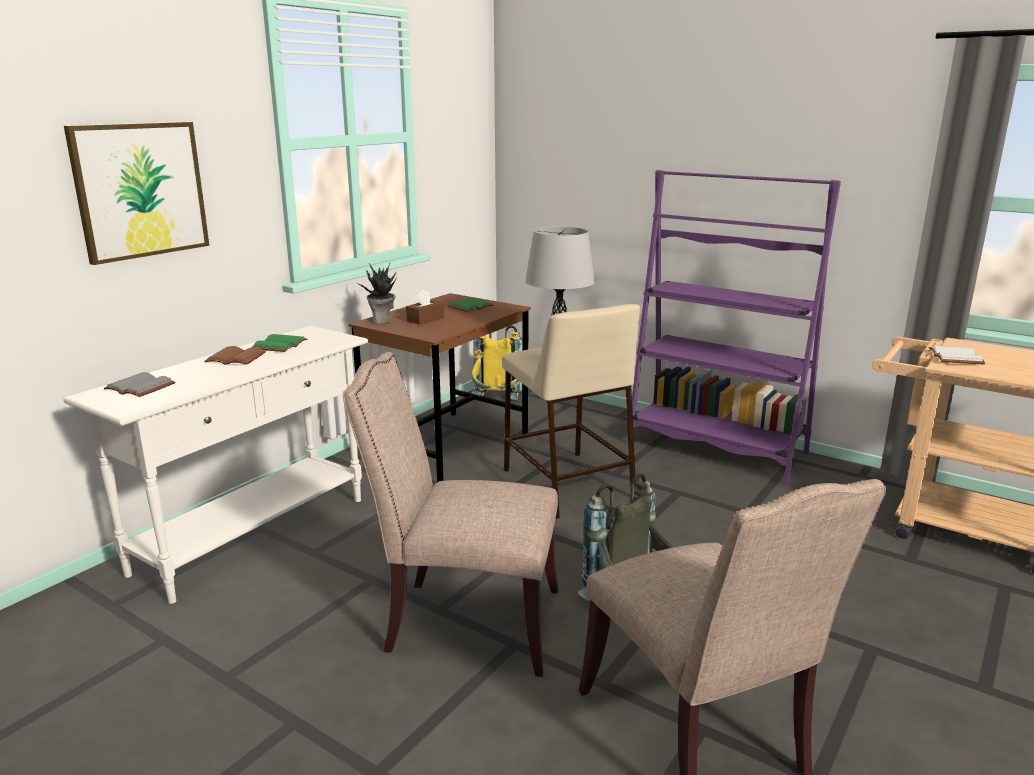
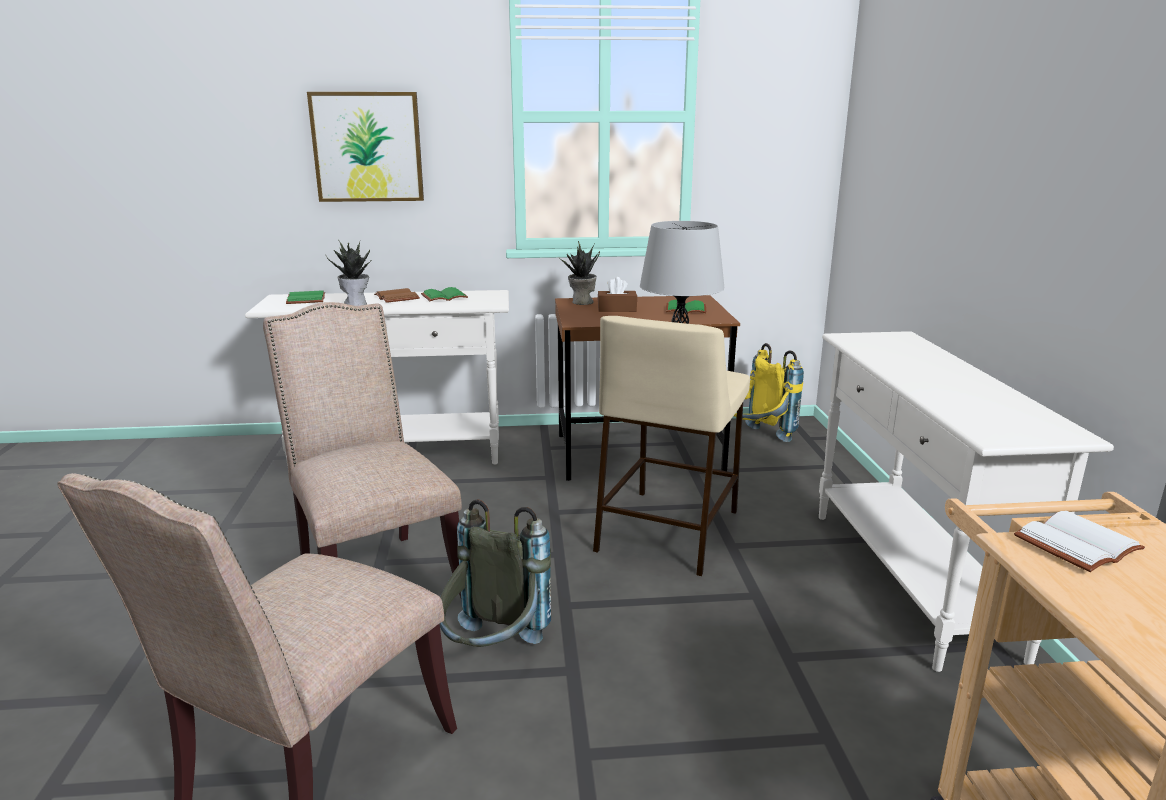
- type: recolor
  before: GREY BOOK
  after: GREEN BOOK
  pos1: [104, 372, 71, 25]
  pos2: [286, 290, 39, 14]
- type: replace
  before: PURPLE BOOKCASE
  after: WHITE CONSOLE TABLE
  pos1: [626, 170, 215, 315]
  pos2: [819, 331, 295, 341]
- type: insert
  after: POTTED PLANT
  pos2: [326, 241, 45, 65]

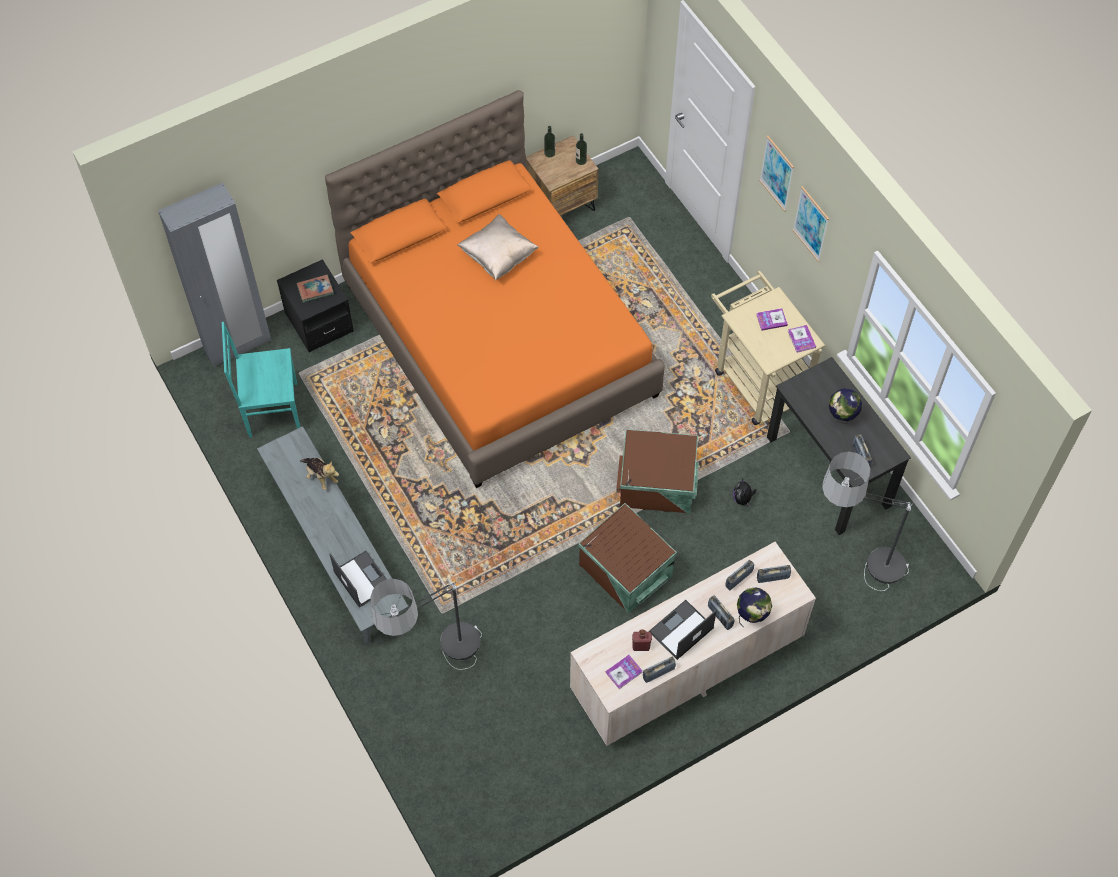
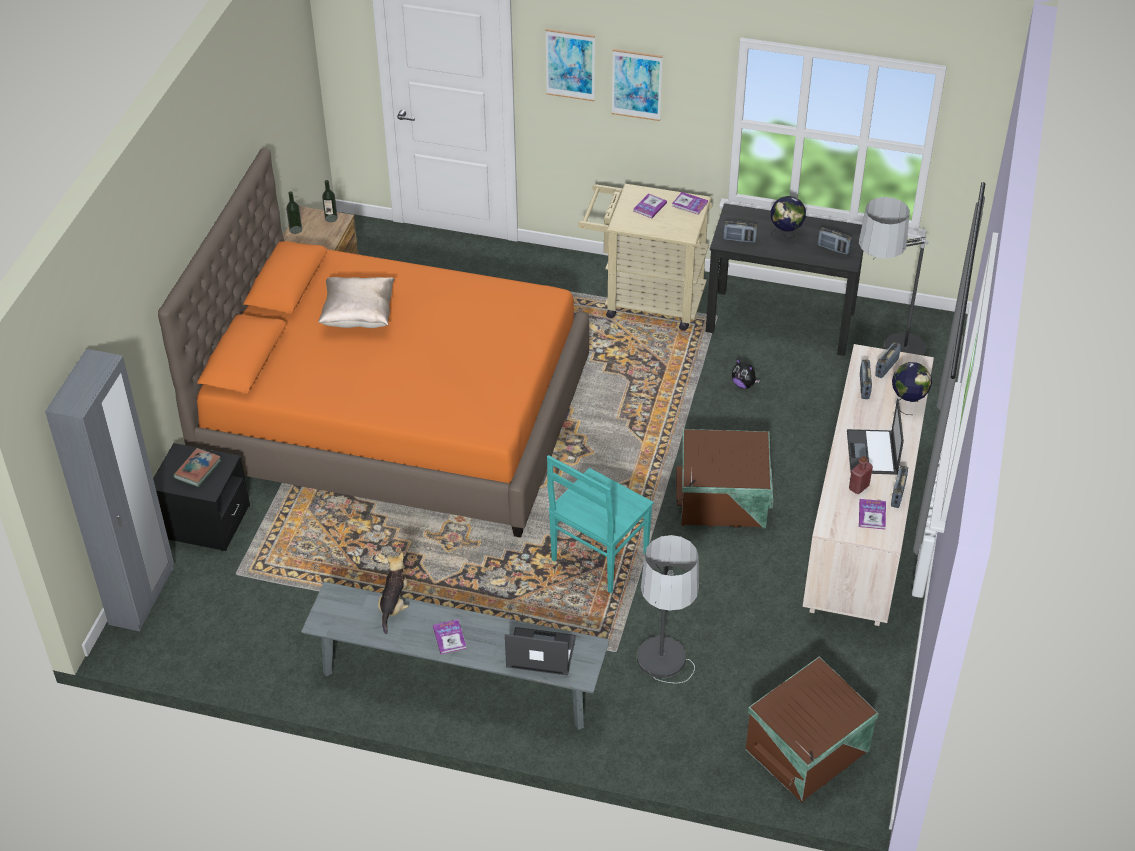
- type: move
  before: TURQUOISE CHAIR
  pos1: [222, 322, 78, 115]
  pos2: [547, 455, 106, 138]
- type: rotate
  before: PLUSH TOY
  pos1: [300, 458, 39, 32]
  pos2: [378, 552, 35, 82]
  turn: -75
- type: move
  before: BROWN STORAGE BOX
  pos1: [616, 429, 83, 85]
  pos2: [746, 657, 133, 145]
- type: move
  before: RADIO
  pos1: [708, 595, 26, 35]
  pos2: [723, 221, 35, 22]
- type: insert
  after: BOOK
  pos2: [433, 619, 34, 35]

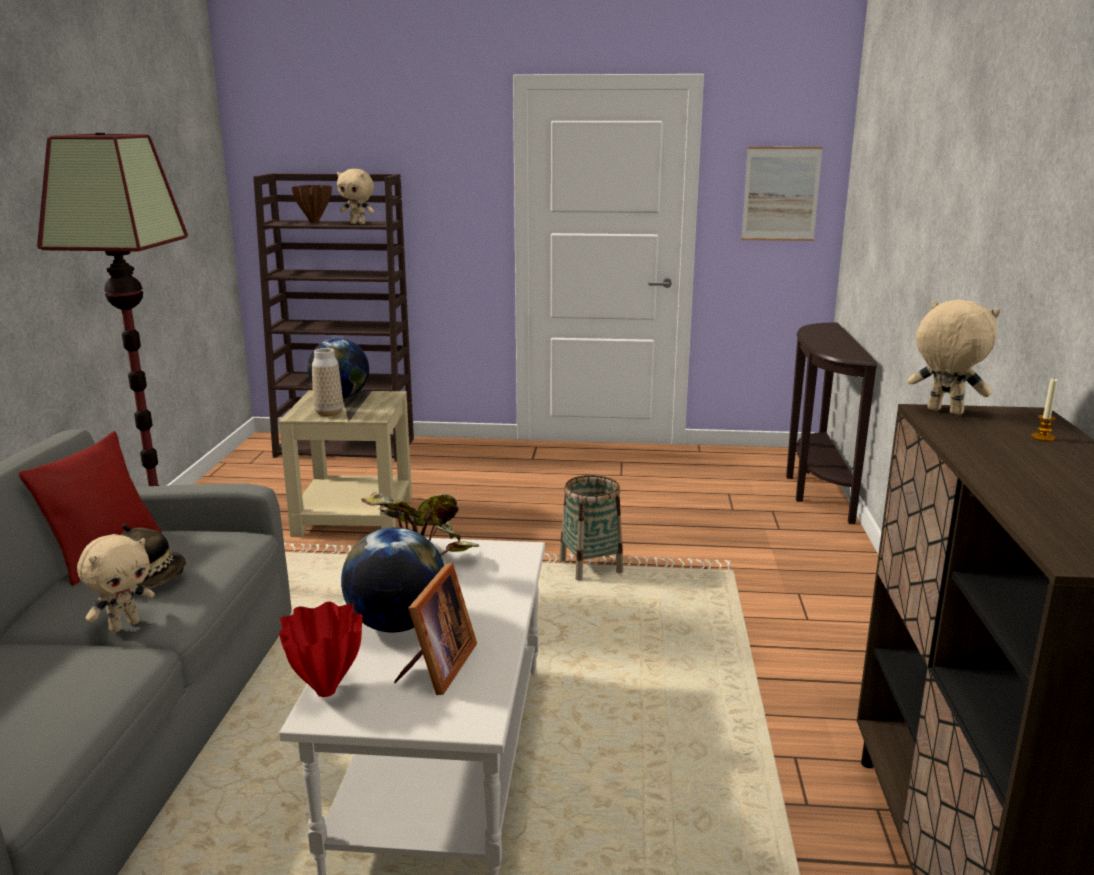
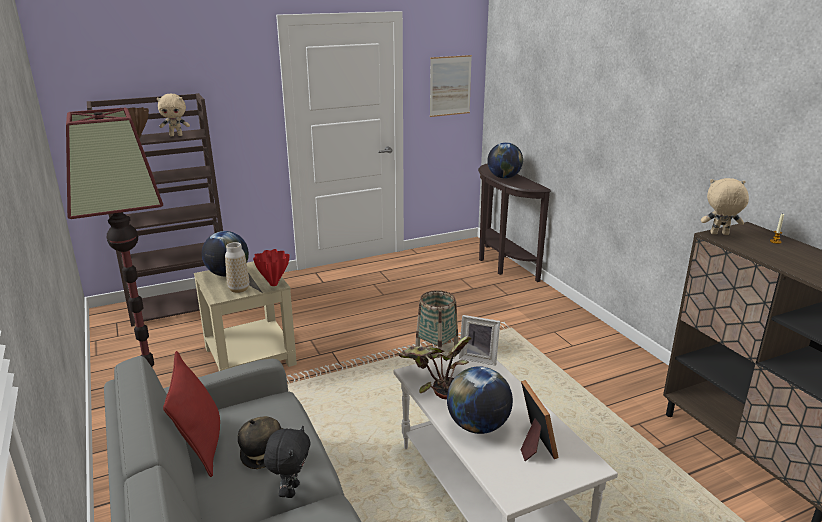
- type: recolor
  before: BEIGE PLUSH TOY
  after: BLACK PLUSH TOY
  pos1: [77, 534, 78, 99]
  pos2: [264, 426, 47, 72]
- type: move
  before: RED VASE
  pos1: [279, 602, 84, 95]
  pos2: [253, 249, 37, 37]
- type: insert
  after: PICTURE FRAME
  pos2: [459, 315, 41, 51]
- type: insert
  after: GLOBE
  pos2: [487, 142, 36, 37]

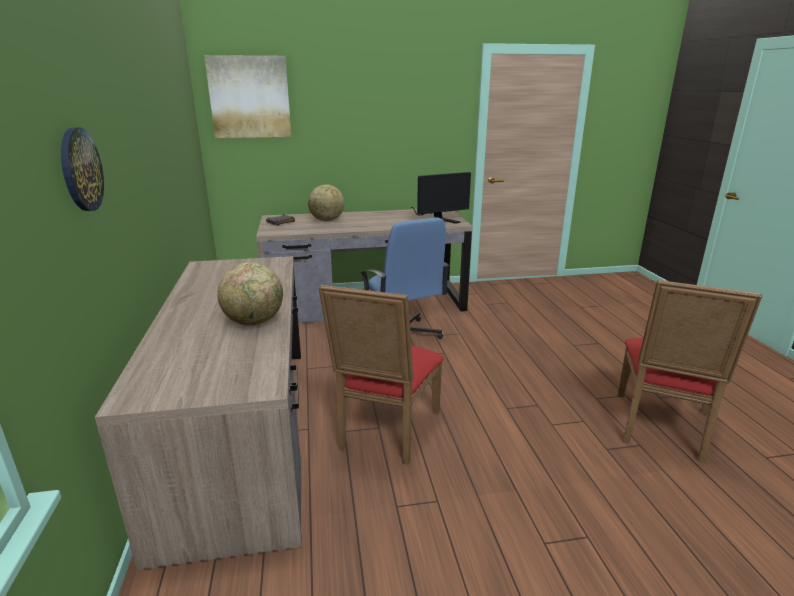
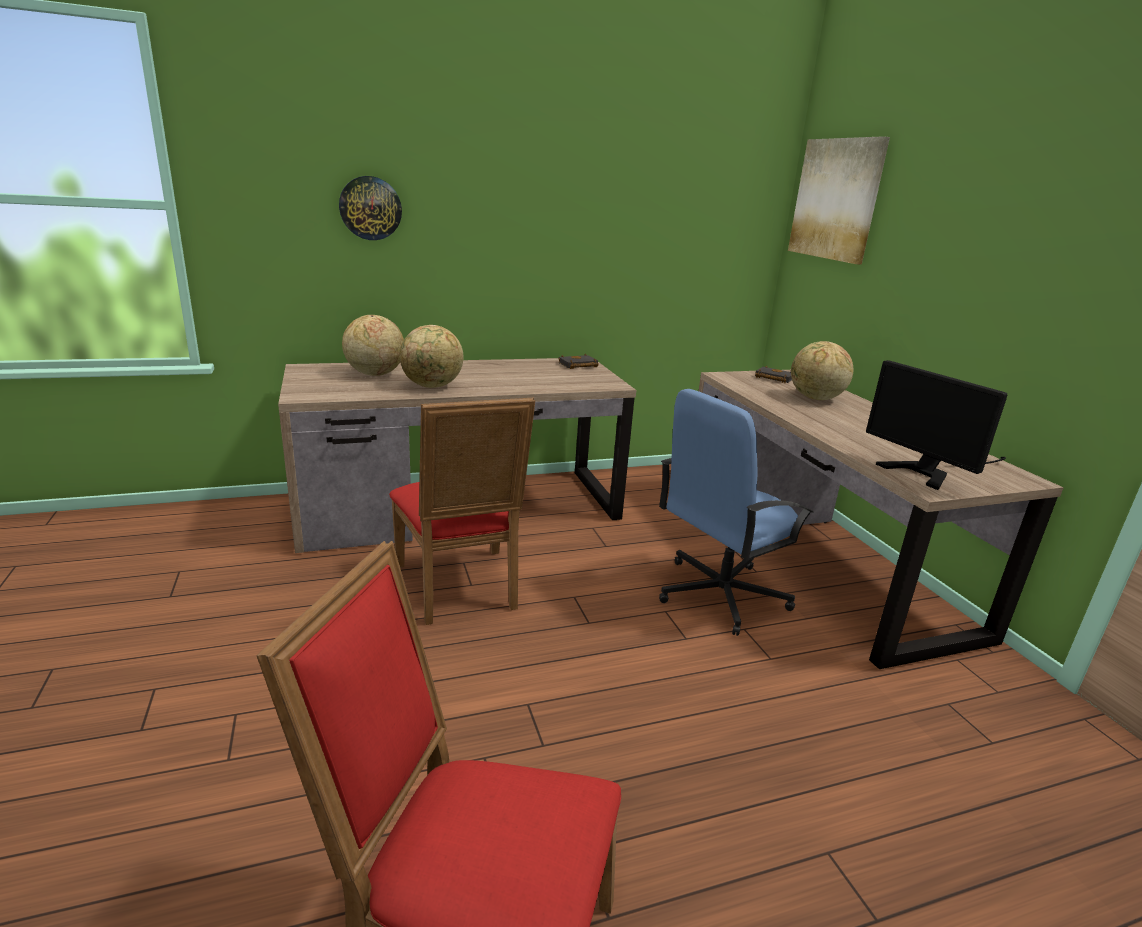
- type: rotate
  before: RED CHAIR
  pos1: [318, 285, 126, 179]
  pos2: [389, 398, 146, 227]
  turn: -120
- type: insert
  after: GLOBE
  pos2: [342, 315, 62, 61]
- type: insert
  after: BLACK BOOK
  pos2: [558, 354, 41, 15]

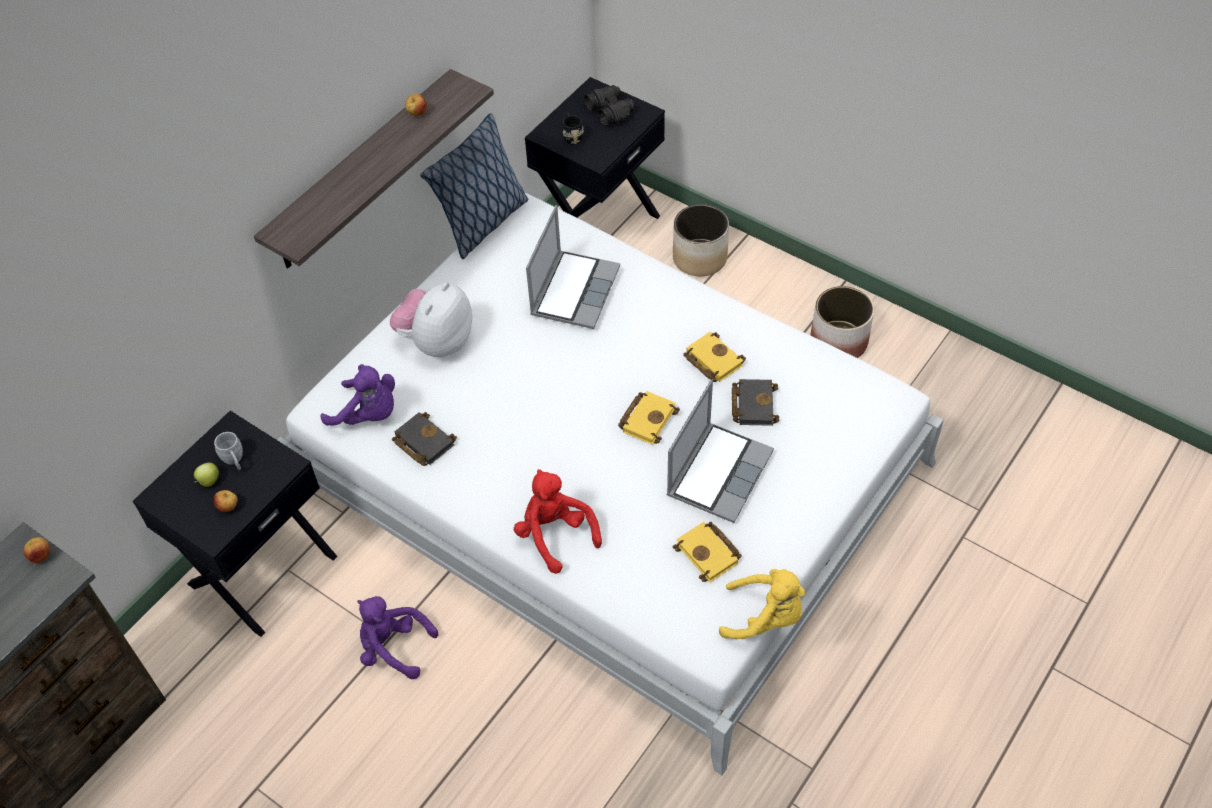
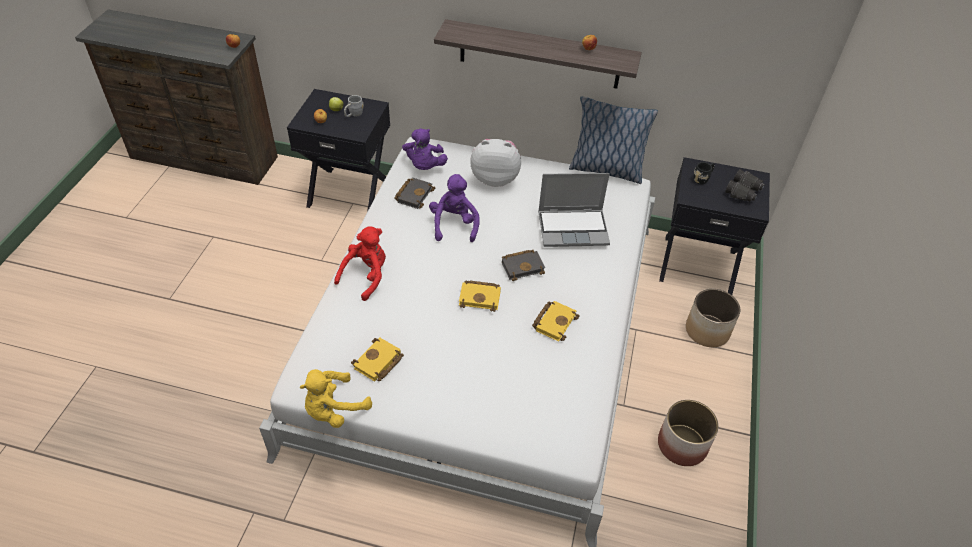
- type: move
  before: PURPLE PLUSH TOY
  pos1: [357, 596, 81, 83]
  pos2: [429, 174, 50, 68]
- type: delete
  before: LAPTOP
  pos1: [667, 380, 107, 143]
- type: rotate
  before: YELLOW PLUSH TOY
  pos1: [719, 569, 86, 70]
  pos2: [300, 369, 72, 59]
  turn: 60
- type: move
  before: BLACK BOOK
  pos1: [732, 379, 48, 47]
  pos2: [502, 250, 43, 31]

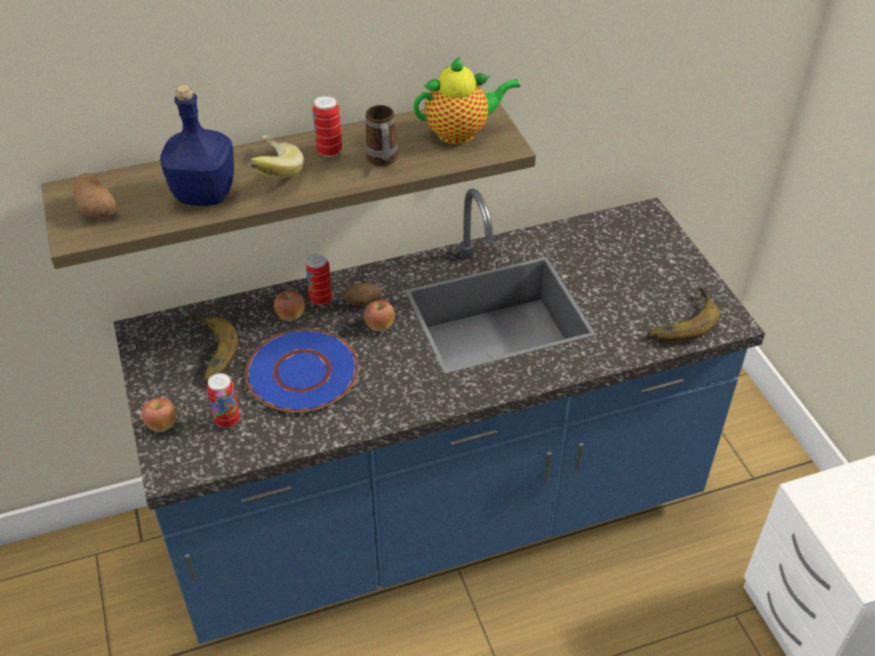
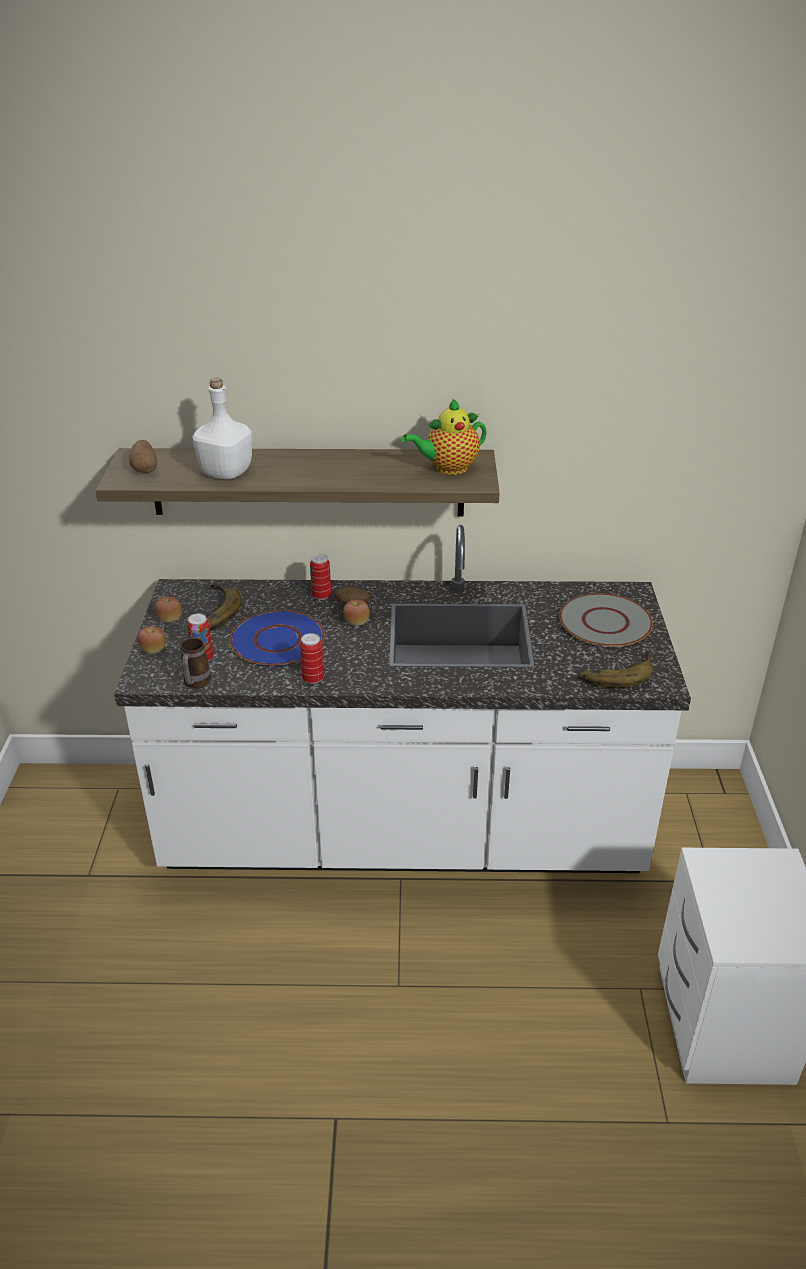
- type: recolor
  before: BLUE COUNTER
  after: WHITE COUNTER
  pos1: [114, 188, 651, 456]
  pos2: [114, 525, 577, 348]
- type: recolor
  before: BLUE BOTTLE
  after: WHITE BOTTLE
  pos1: [160, 85, 74, 121]
  pos2: [193, 378, 59, 101]
- type: delete
  before: BANANA
  pos1: [249, 135, 55, 43]
- type: move
  before: APPLE
  pos1: [274, 290, 31, 31]
  pos2: [155, 596, 27, 27]
- type: move
  before: CAN
  pos1: [313, 95, 29, 62]
  pos2: [300, 633, 24, 51]
- type: move
  before: MUG
  pos1: [365, 105, 33, 61]
  pos2: [180, 638, 31, 50]
- type: rotate
  before: TEAPOT
  pos1: [413, 56, 108, 88]
  pos2: [402, 398, 85, 77]
  turn: 150
- type: insert
  after: GREY PLATE
  pos2: [559, 593, 94, 54]

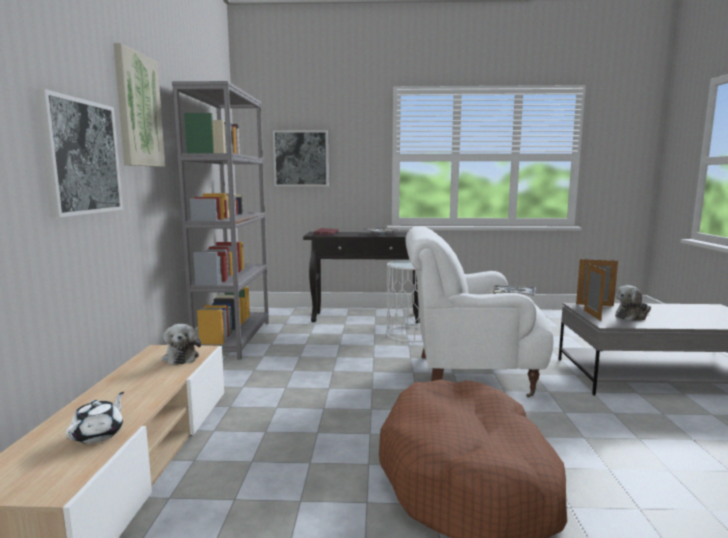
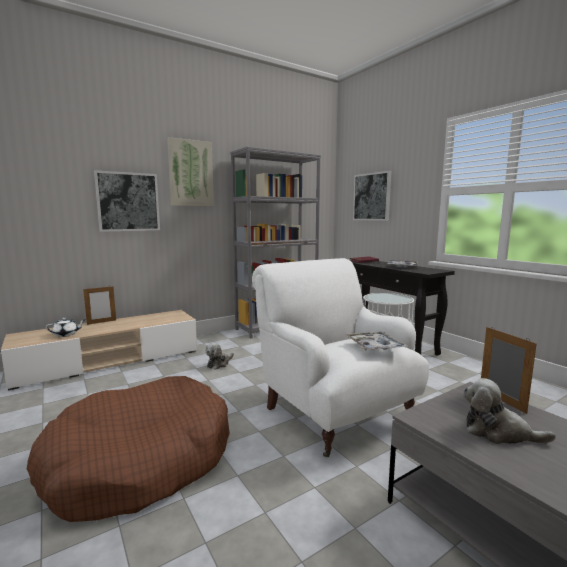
- type: move
  before: PLUSH TOY
  pos1: [162, 324, 39, 41]
  pos2: [205, 343, 29, 27]
- type: move
  before: PICTURE FRAME
  pos1: [584, 263, 22, 58]
  pos2: [83, 286, 33, 39]

